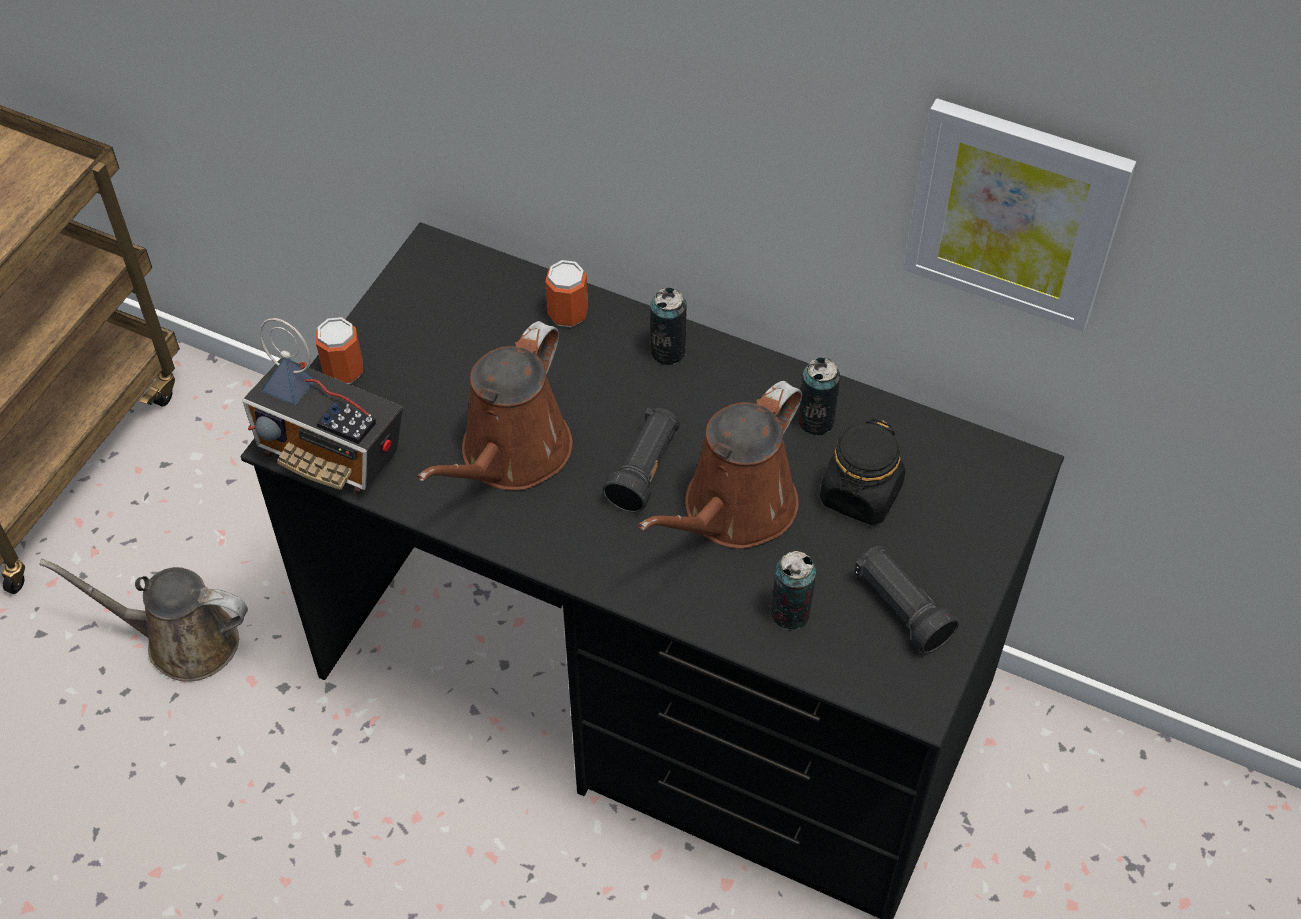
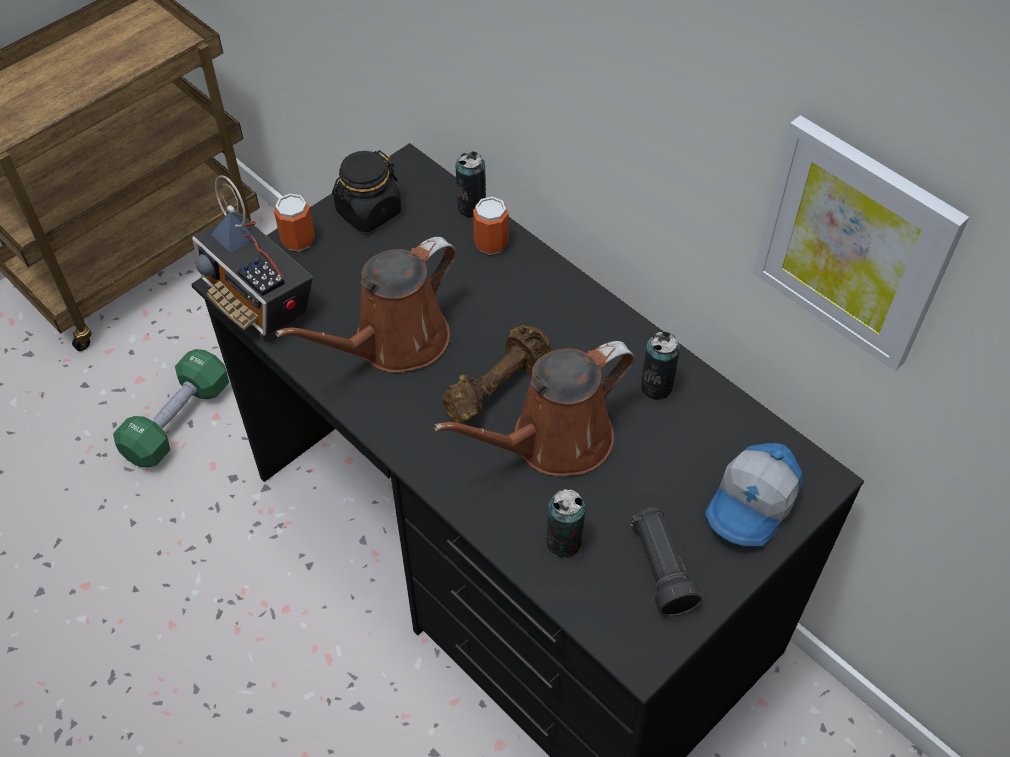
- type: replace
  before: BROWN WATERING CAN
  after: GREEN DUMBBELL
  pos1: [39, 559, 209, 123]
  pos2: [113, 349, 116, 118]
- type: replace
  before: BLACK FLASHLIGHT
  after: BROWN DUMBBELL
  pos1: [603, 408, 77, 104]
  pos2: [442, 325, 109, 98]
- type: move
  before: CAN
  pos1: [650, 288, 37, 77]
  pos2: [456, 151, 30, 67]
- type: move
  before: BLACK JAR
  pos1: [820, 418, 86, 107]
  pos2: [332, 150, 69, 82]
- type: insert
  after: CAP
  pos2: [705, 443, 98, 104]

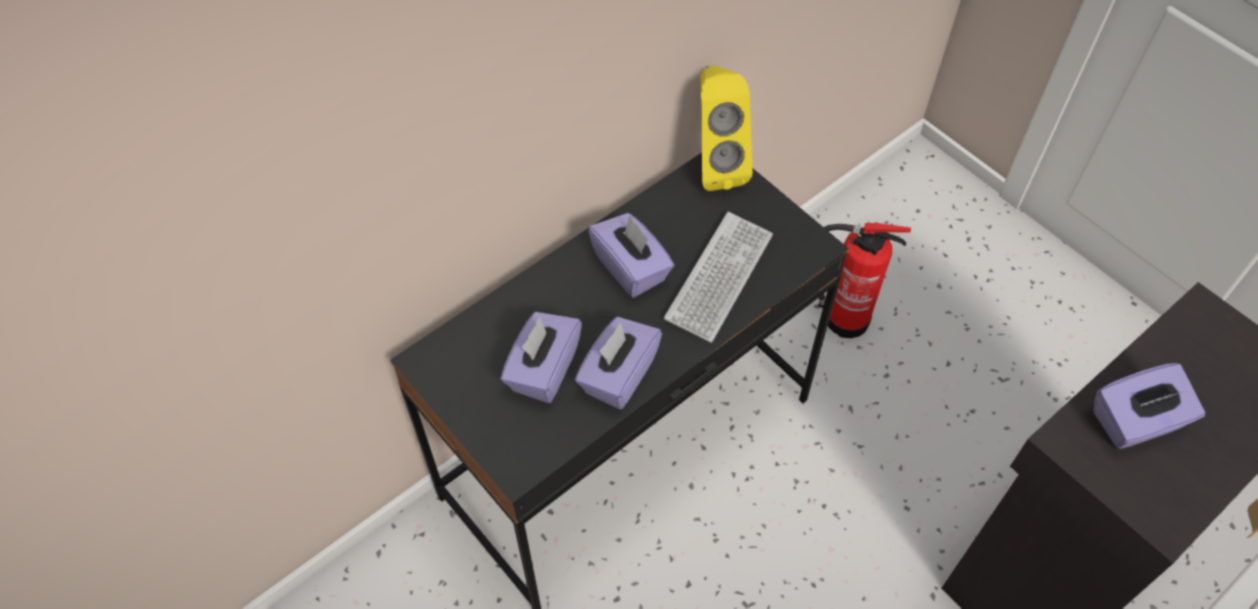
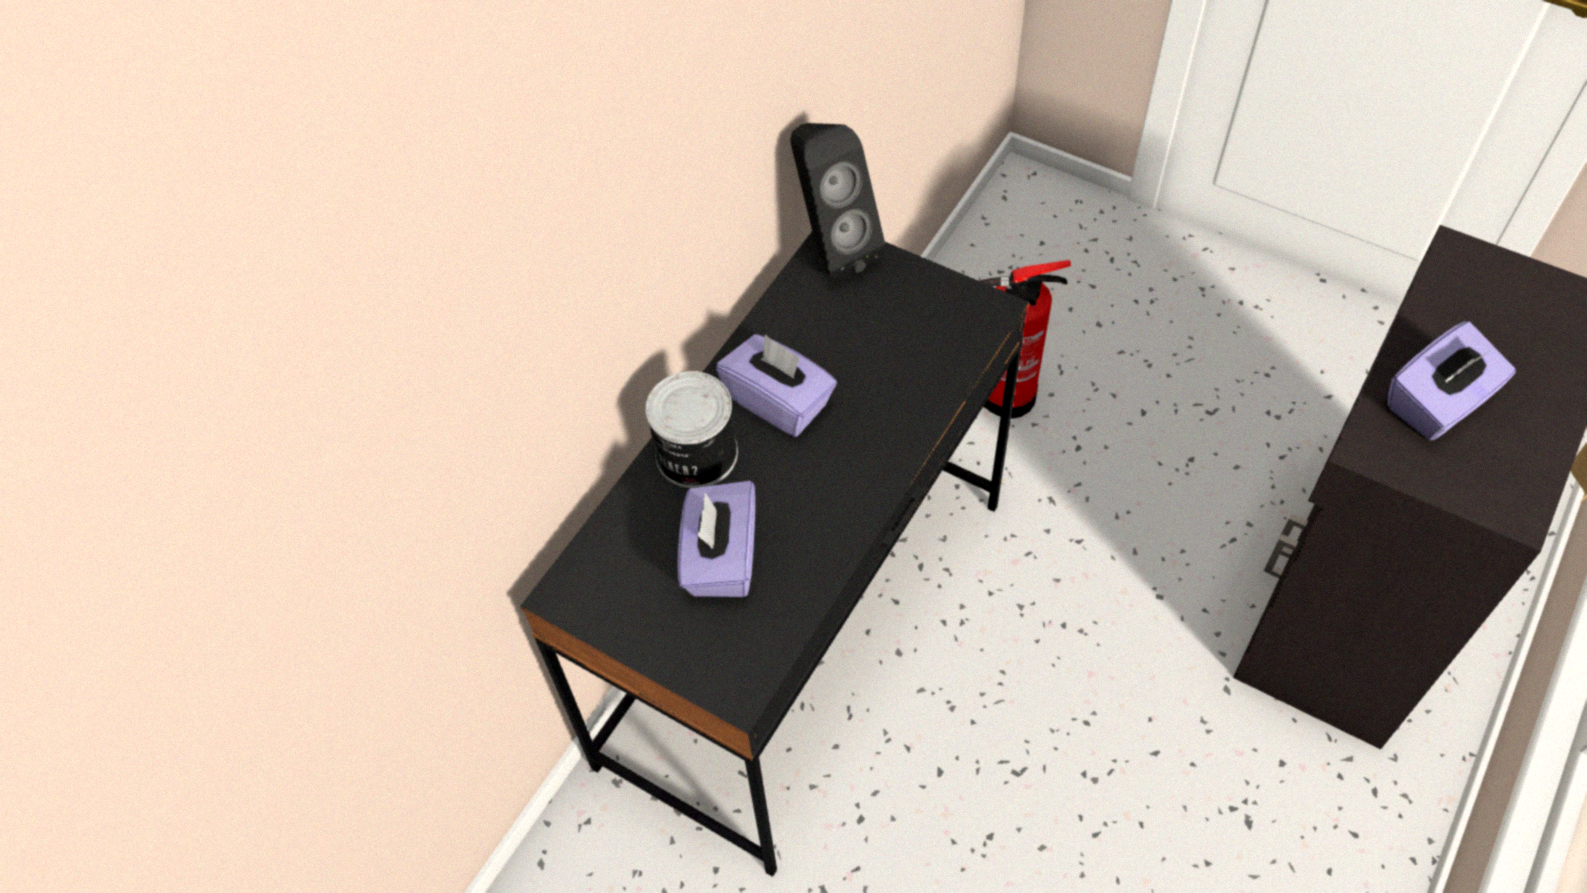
- type: delete
  before: PURPLE TISSUE BOX
  pos1: [575, 317, 87, 92]
- type: delete
  before: KEYBOARD
  pos1: [664, 212, 109, 131]
- type: recolor
  before: YELLOW SPEAKER
  after: BLACK SPEAKER
  pos1: [701, 66, 52, 125]
  pos2: [790, 123, 95, 157]
- type: insert
  after: CAN
  pos2: [645, 371, 93, 117]

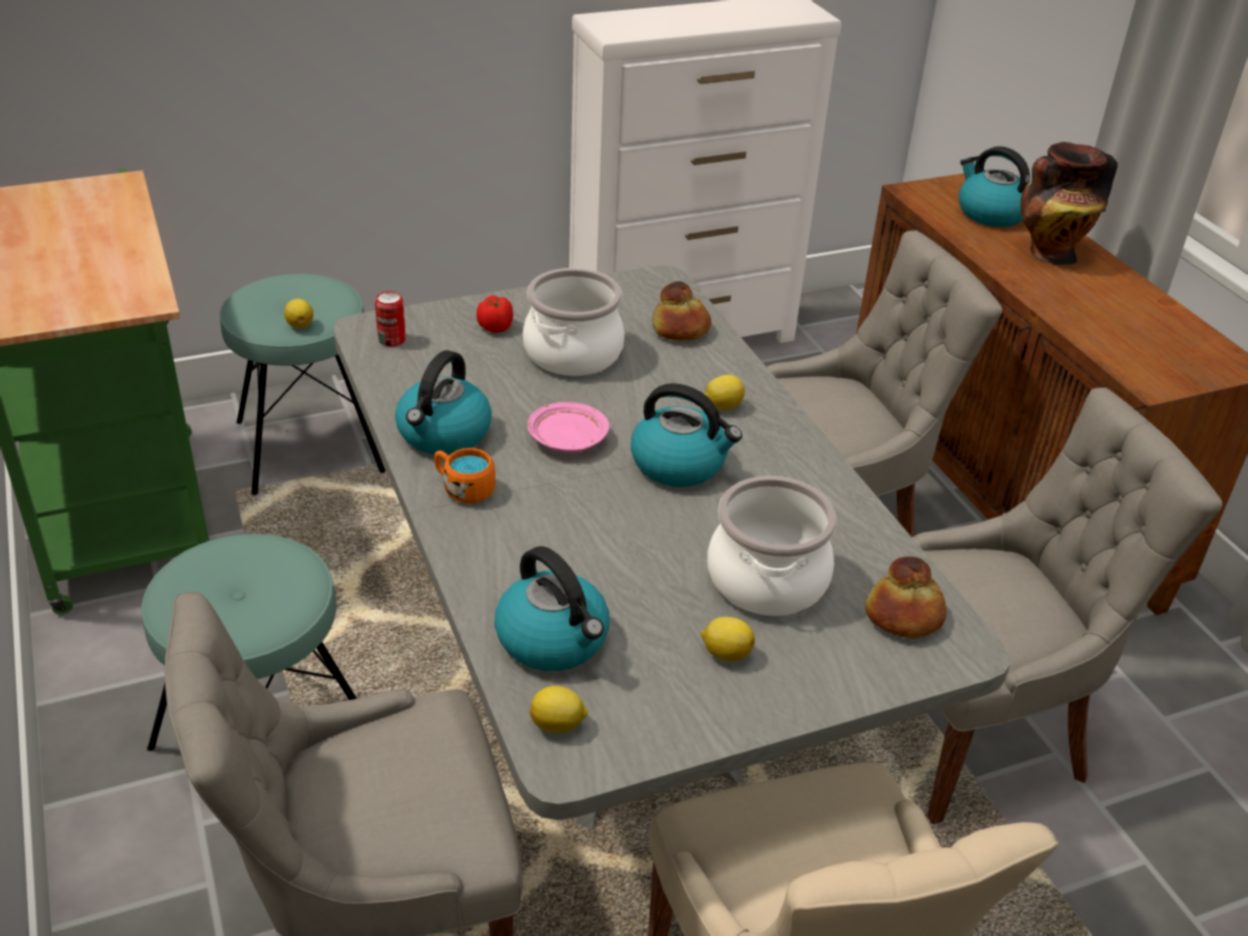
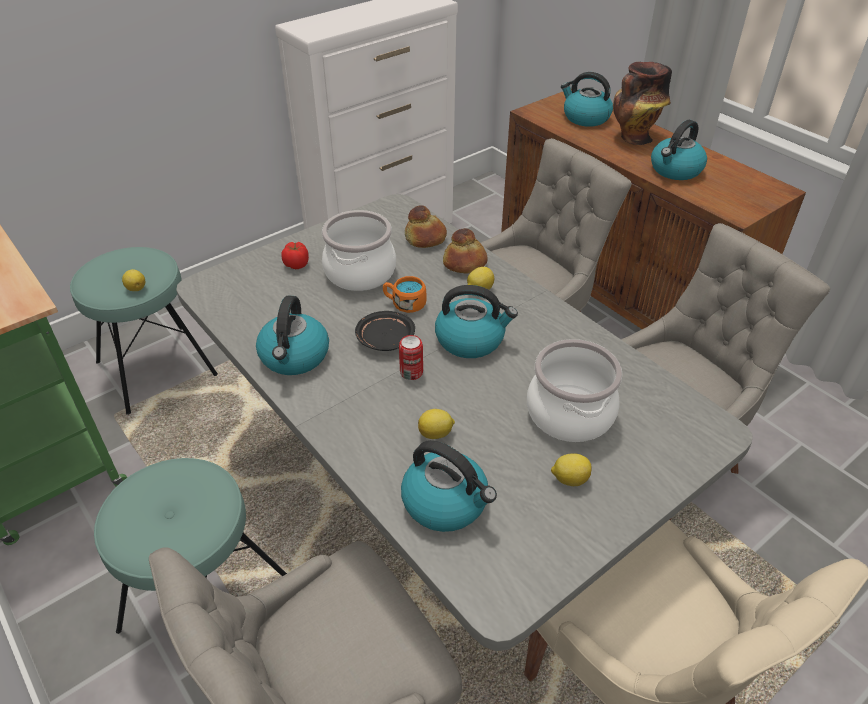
- type: move
  before: CAN
  pos1: [375, 291, 31, 56]
  pos2: [399, 335, 24, 45]
- type: move
  before: ORANGE MUG
  pos1: [434, 448, 61, 55]
  pos2: [383, 276, 43, 37]
- type: recolor
  before: PINK PLATE
  after: BLACK PLATE
  pos1: [528, 402, 82, 50]
  pos2: [355, 311, 60, 40]
- type: move
  before: LEMON
  pos1: [530, 686, 58, 47]
  pos2: [418, 409, 37, 30]
- type: move
  before: BREAD
  pos1: [865, 557, 81, 82]
  pos2: [443, 228, 45, 46]
- type: insert
  after: KETTLE
  pos2: [651, 120, 56, 60]

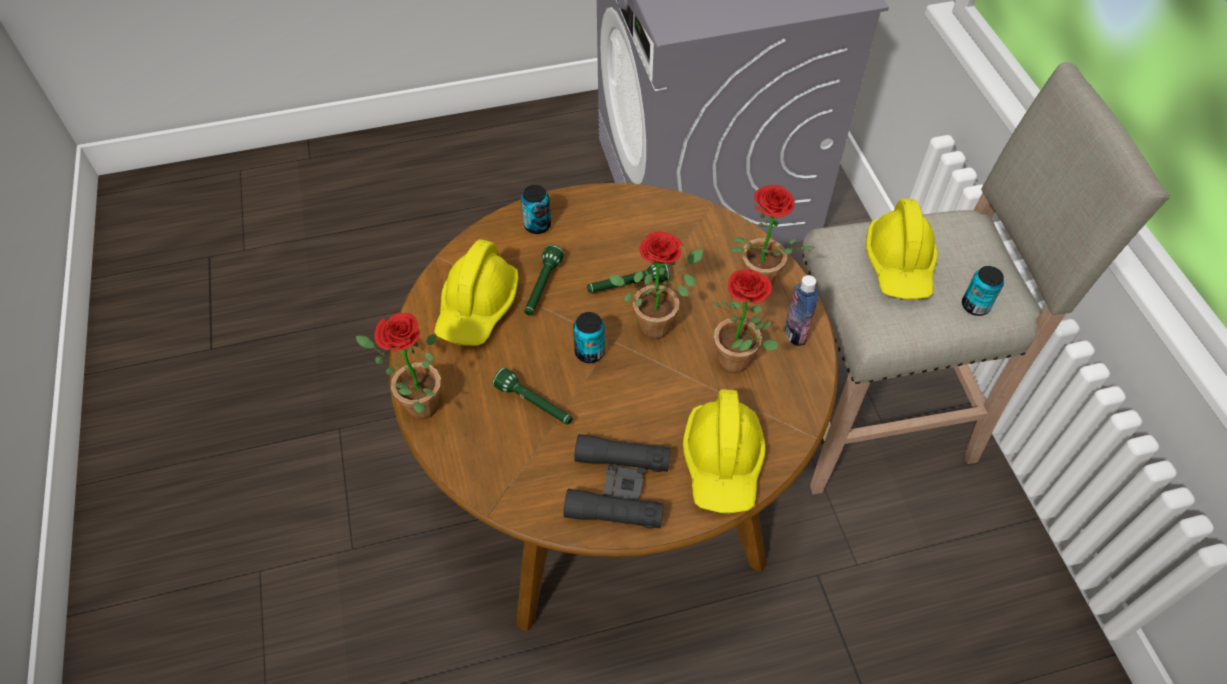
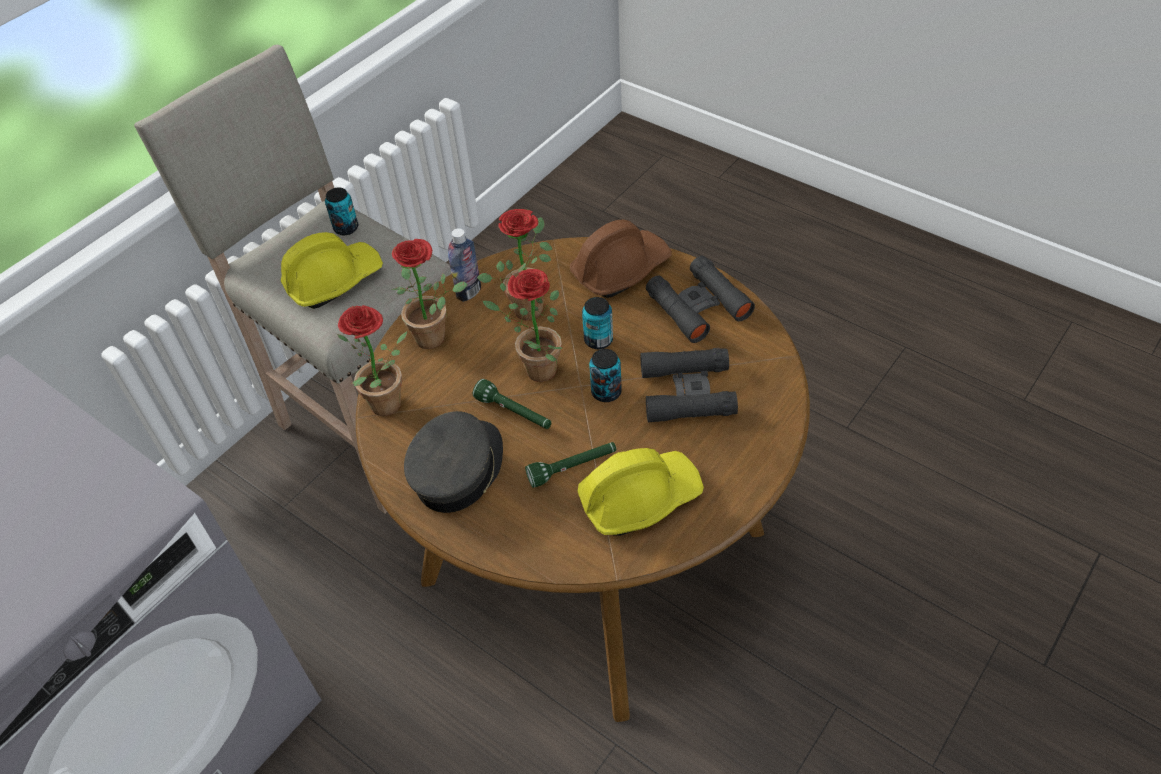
- type: move
  before: POTTED PLANT
  pos1: [356, 313, 85, 106]
  pos2: [337, 305, 70, 111]
- type: replace
  before: GREEN FLASHLIGHT
  after: BLACK BINOCULARS
  pos1: [492, 367, 80, 58]
  pos2: [640, 348, 98, 75]
- type: move
  before: CAN
  pos1: [521, 185, 30, 49]
  pos2: [582, 297, 31, 52]
- type: recolor
  before: YELLOW HARD HAT
  after: BROWN HARD HAT
  pos1: [683, 390, 83, 123]
  pos2: [570, 219, 102, 79]
- type: insert
  after: GREY CAP
  pos2: [404, 411, 99, 102]

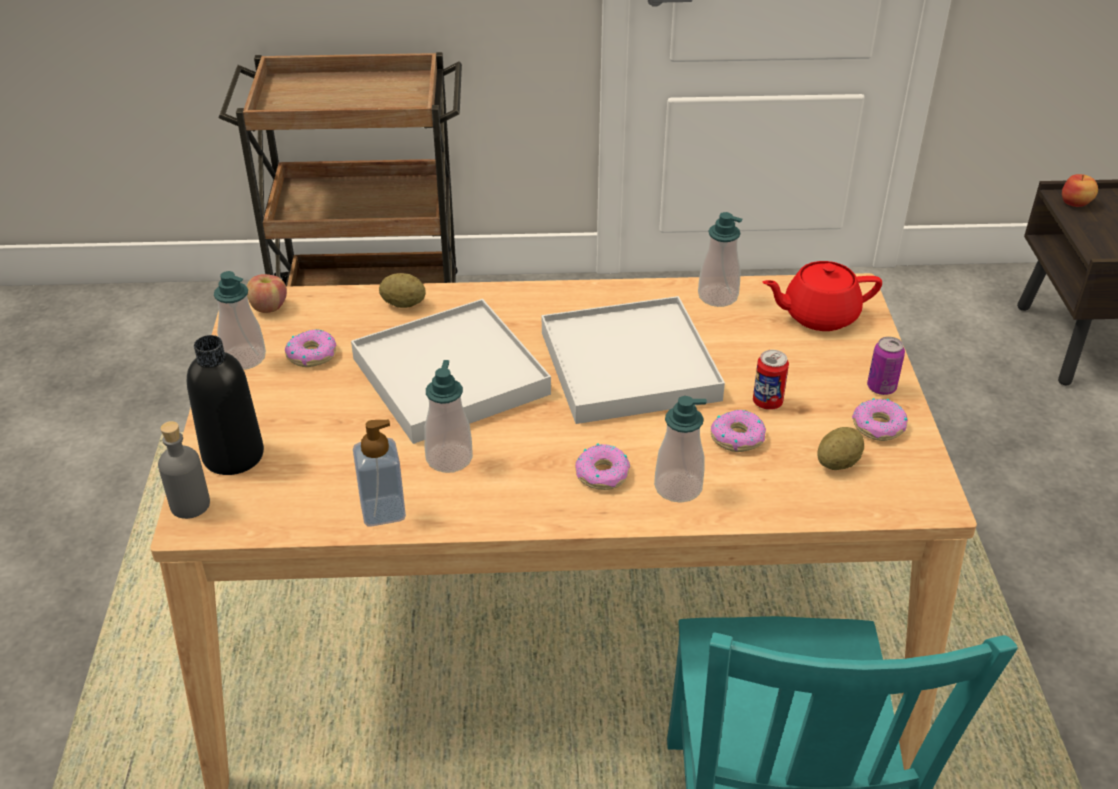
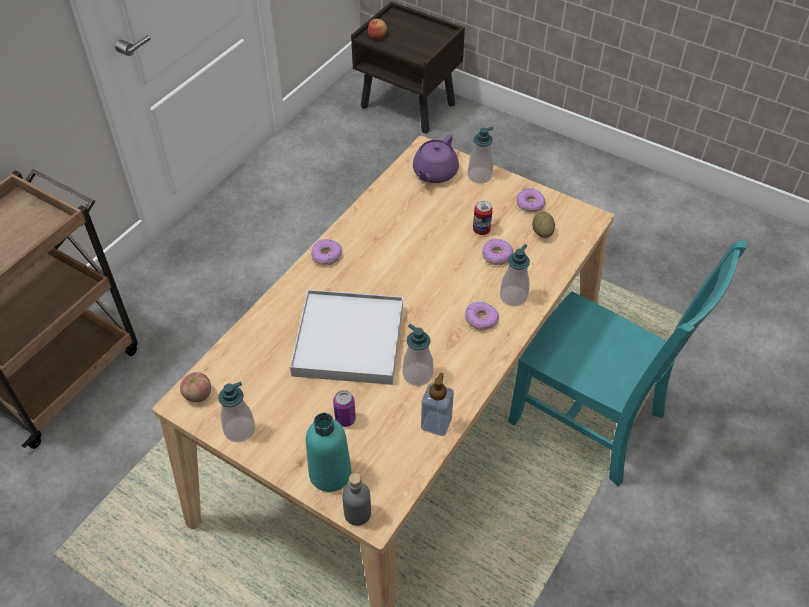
- type: recolor
  before: BLACK BOTTLE
  after: TURQUOISE BOTTLE
  pos1: [187, 335, 77, 140]
  pos2: [306, 413, 45, 79]
- type: move
  before: DONUT
  pos1: [285, 330, 51, 37]
  pos2: [311, 239, 31, 27]
- type: delete
  before: POTATO
  pos1: [379, 273, 47, 35]
- type: delete
  before: WHITE TRAY
  pos1: [542, 296, 183, 128]
- type: move
  before: SOAP DISPENSER
  pos1: [698, 212, 44, 95]
  pos2: [468, 127, 26, 56]
- type: recolor
  before: RED TEAPOT
  after: PURPLE TEAPOT
  pos1: [762, 261, 120, 70]
  pos2: [413, 135, 46, 48]
- type: move
  before: CAN
  pos1: [867, 337, 38, 58]
  pos2: [333, 390, 23, 37]

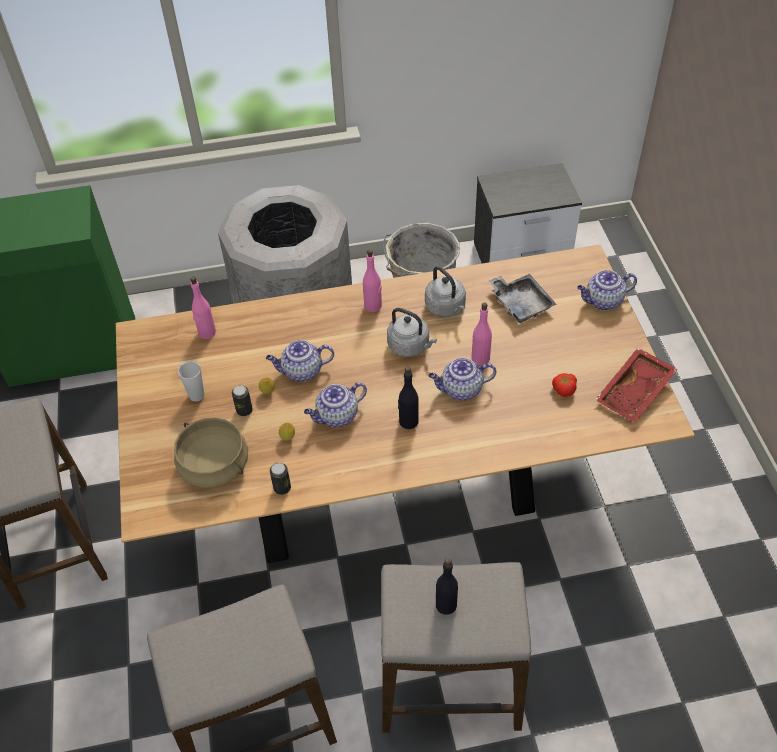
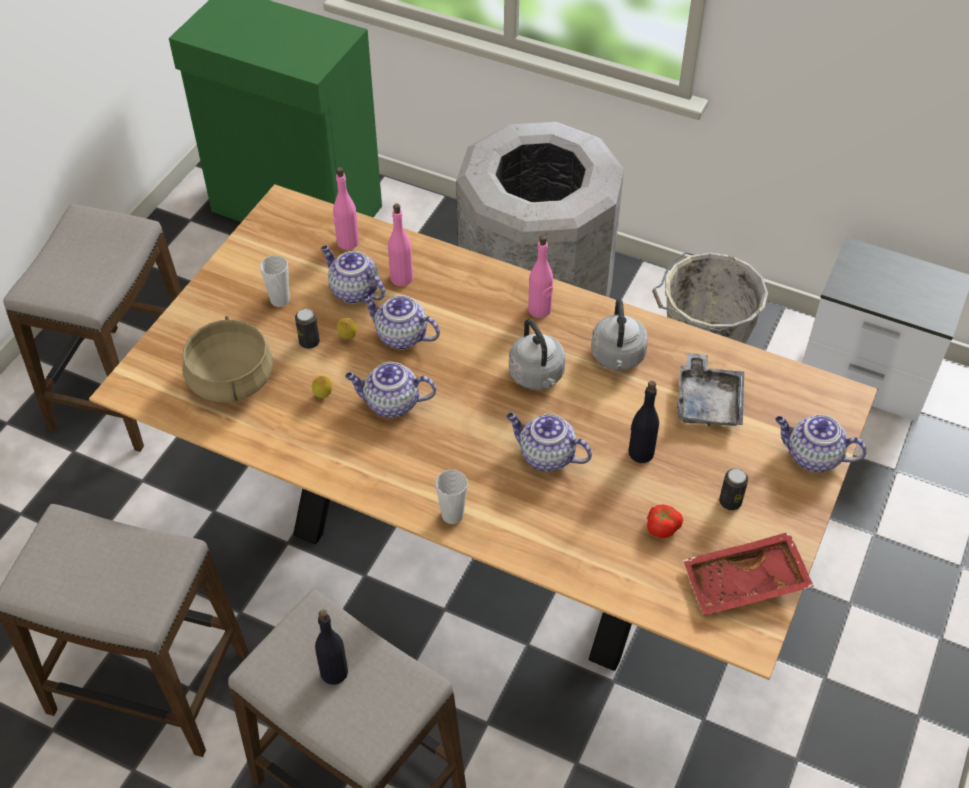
- type: move
  before: CAN
  pos1: [270, 463, 21, 32]
  pos2: [719, 468, 29, 42]
- type: move
  before: BLACK BOTTLE
  pos1: [398, 367, 21, 62]
  pos2: [628, 381, 31, 82]
- type: move
  before: PINK BOTTLE
  pos1: [472, 302, 20, 63]
  pos2: [388, 204, 25, 82]
- type: insert
  after: TEAPOT
  pos2: [321, 246, 64, 58]
- type: insert
  after: CUP
  pos2: [436, 470, 32, 54]

